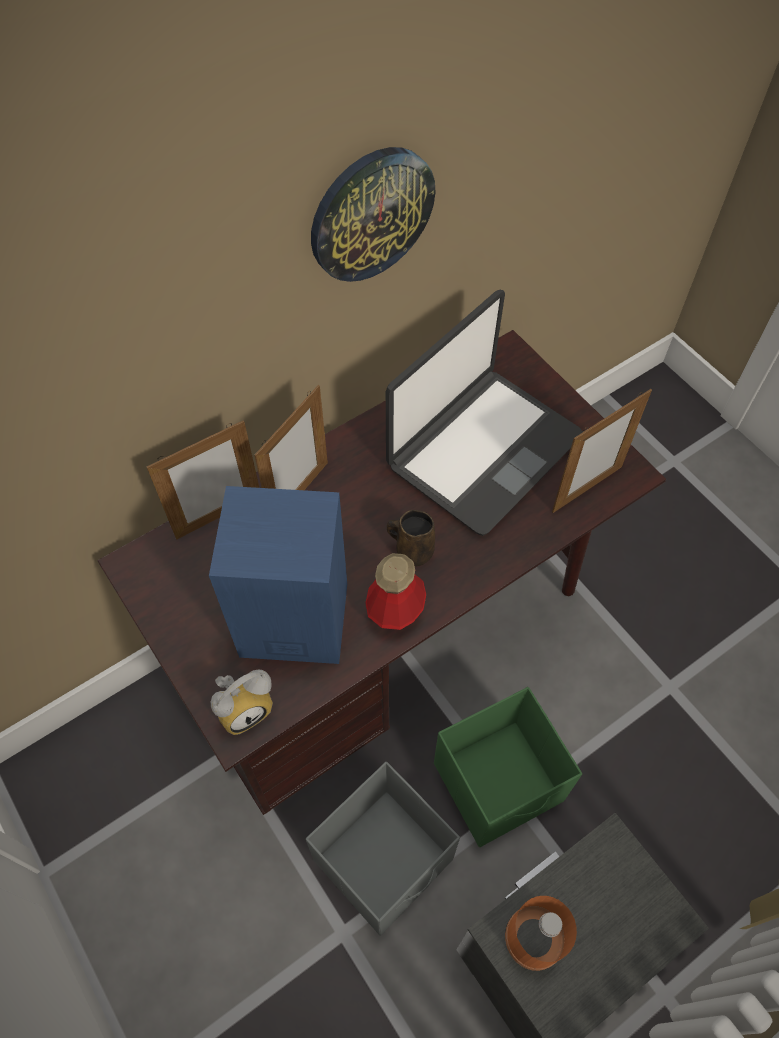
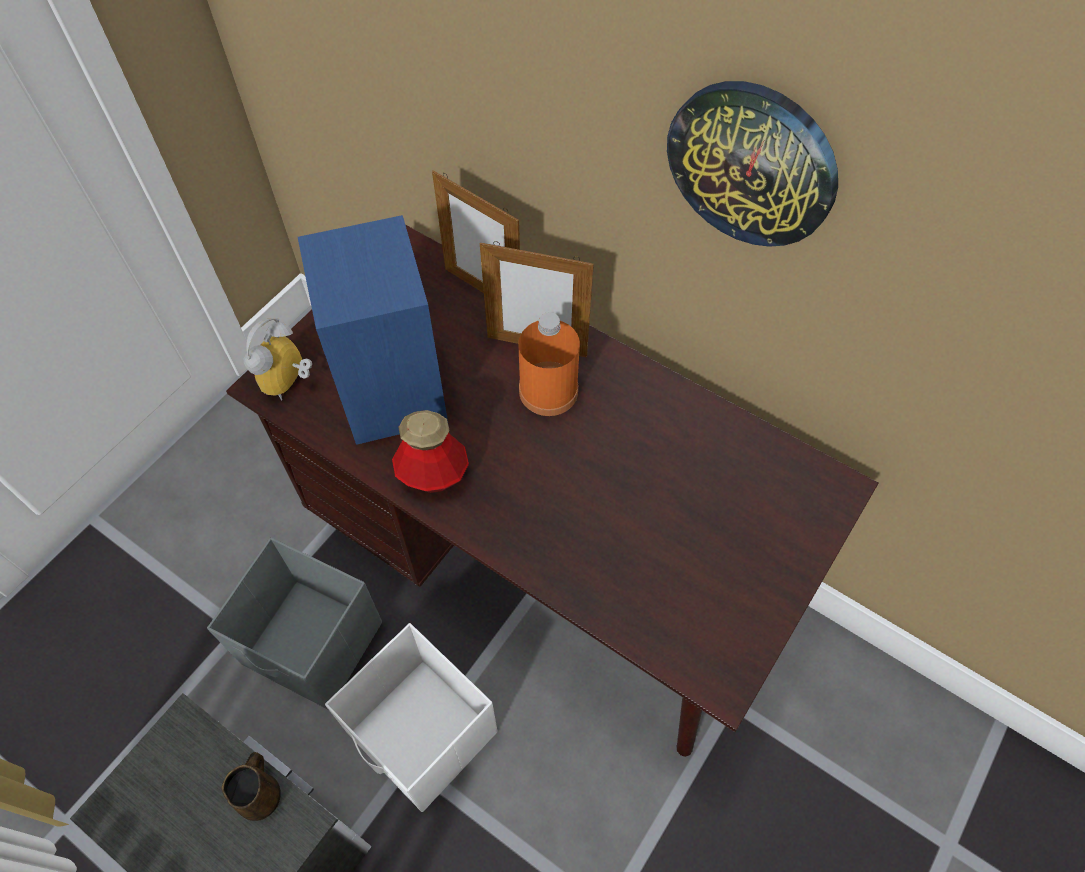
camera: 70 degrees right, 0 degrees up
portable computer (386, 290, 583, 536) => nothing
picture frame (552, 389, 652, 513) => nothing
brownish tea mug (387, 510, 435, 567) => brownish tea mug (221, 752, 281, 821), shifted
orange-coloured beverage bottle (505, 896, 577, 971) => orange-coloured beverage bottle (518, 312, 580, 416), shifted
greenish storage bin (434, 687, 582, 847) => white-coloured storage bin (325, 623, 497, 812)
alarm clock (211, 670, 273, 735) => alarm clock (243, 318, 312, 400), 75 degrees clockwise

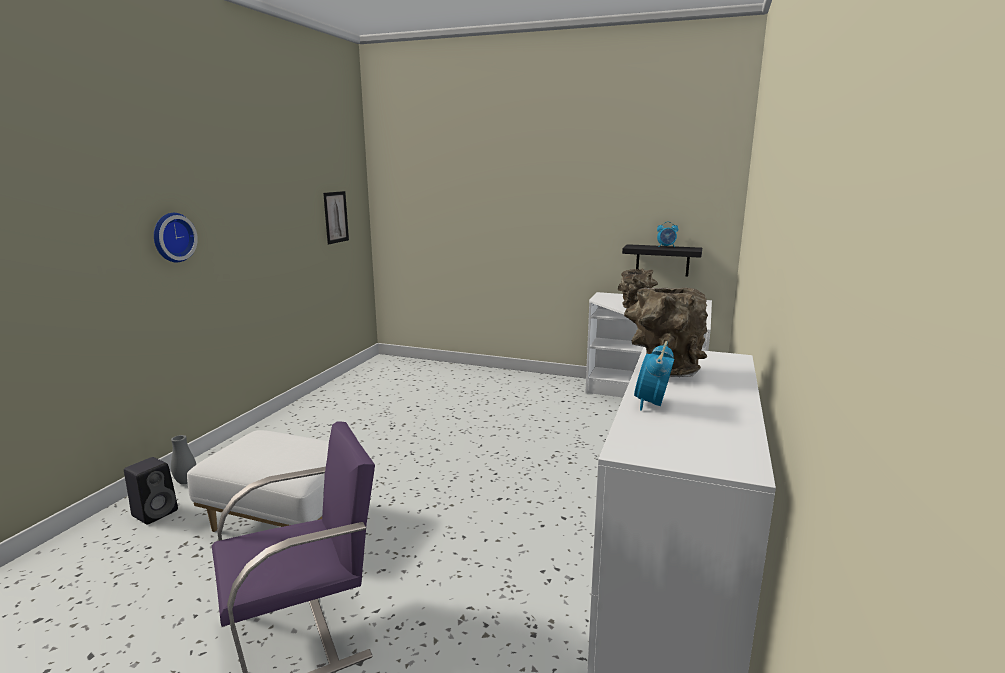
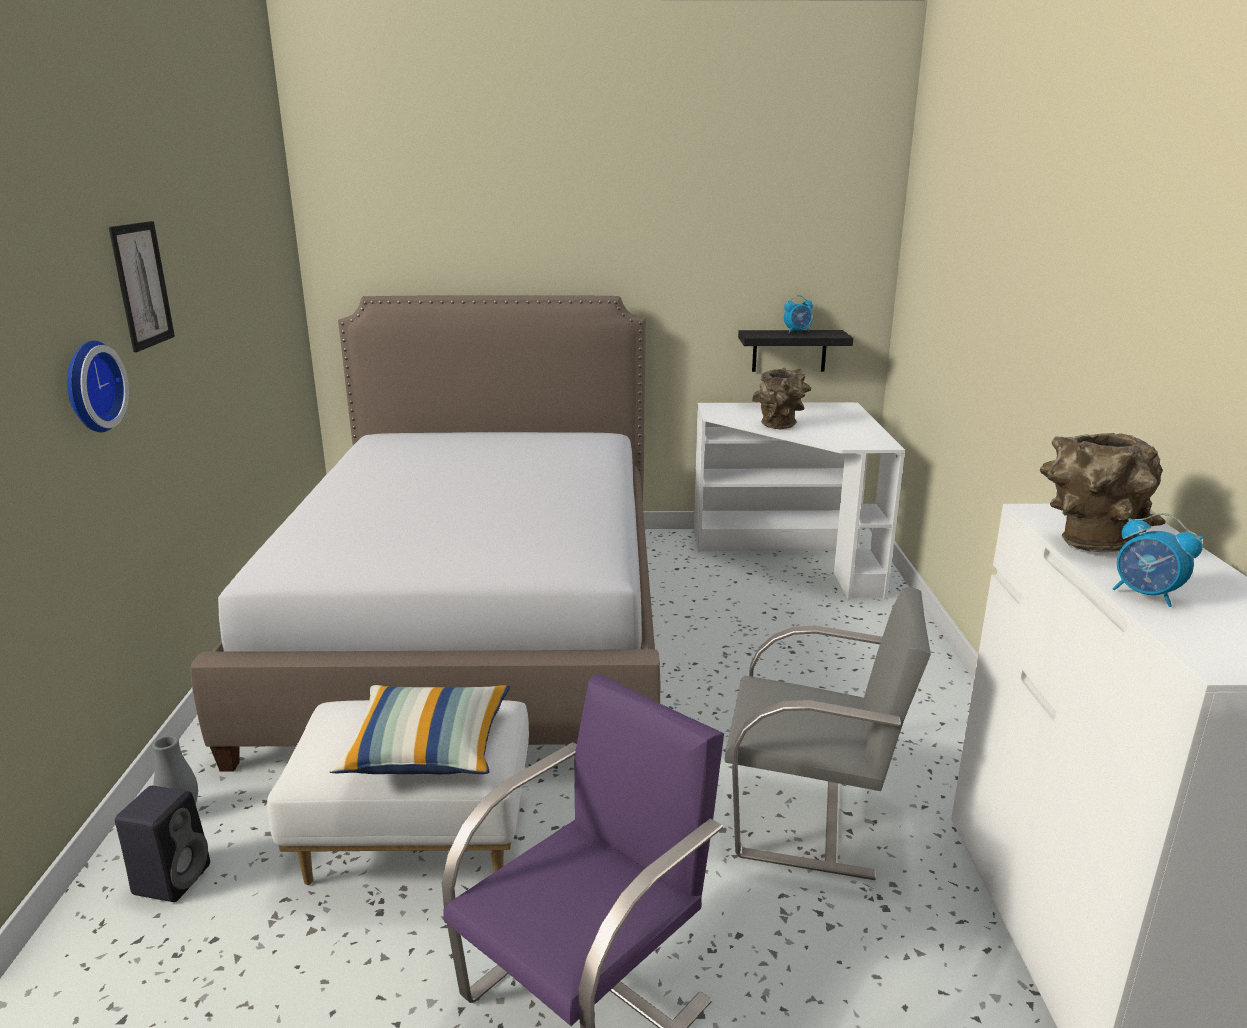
camera: 20 degrees left, 5 degrees up
nothing => bed (190, 295, 660, 772)
nothing => cushion (330, 685, 510, 774)
nothing => greyish upright chair (725, 587, 931, 880)
wall picture (323, 191, 349, 244) => wall picture (109, 221, 175, 352), shifted
alarm clock (634, 341, 674, 411) => alarm clock (1113, 513, 1203, 607), 45 degrees counterclockwise

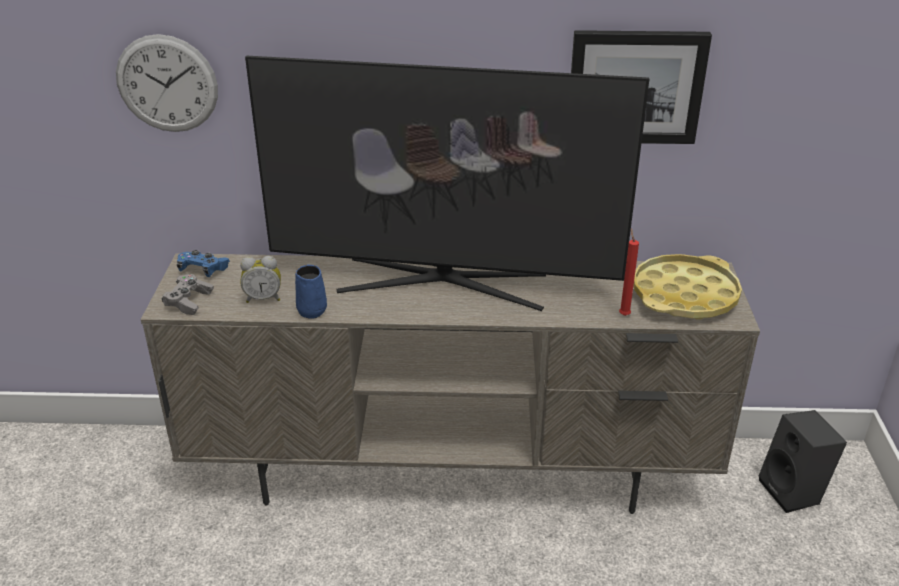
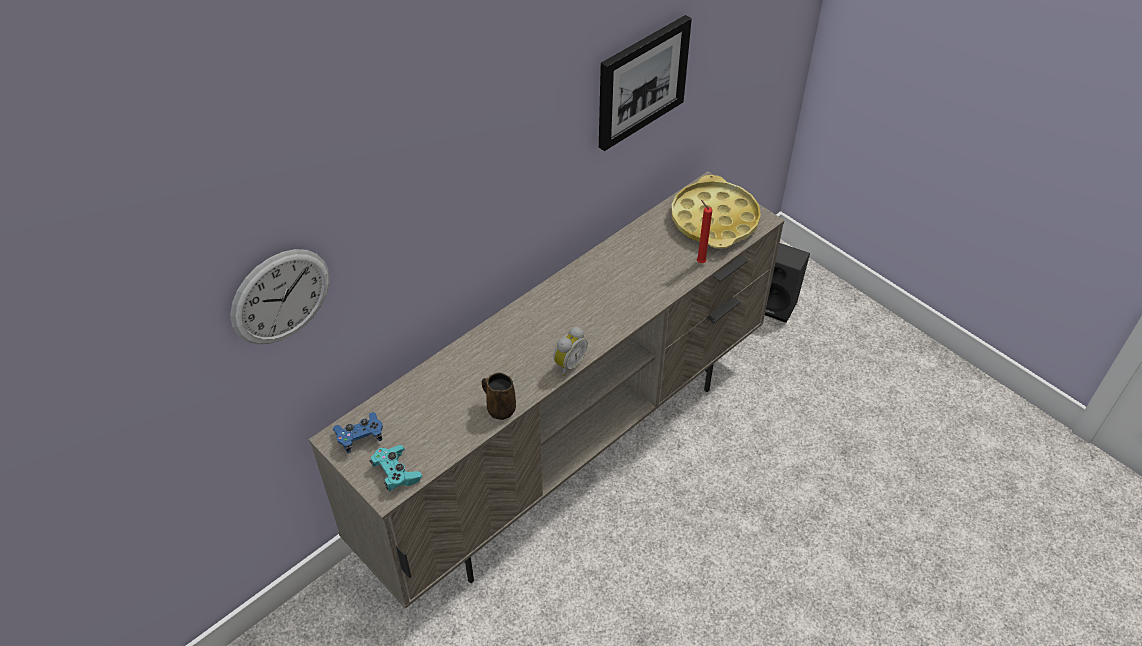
camera: 45 degrees left, 15 degrees up
TV set (245, 56, 649, 311) => nothing
alarm clock (240, 256, 281, 303) => alarm clock (553, 327, 588, 376), shifted
greyish game controller (162, 274, 214, 315) => blue-green game controller (369, 445, 422, 491)
blue tea mug (295, 265, 327, 319) => brownish tea mug (482, 372, 516, 420)

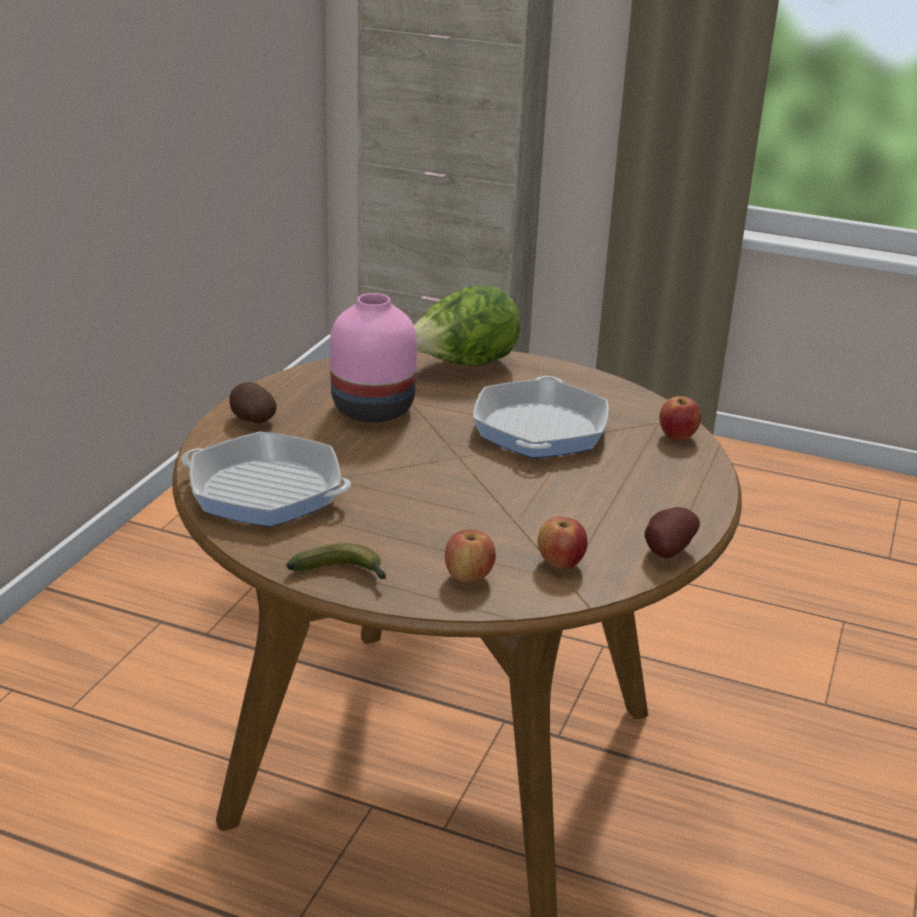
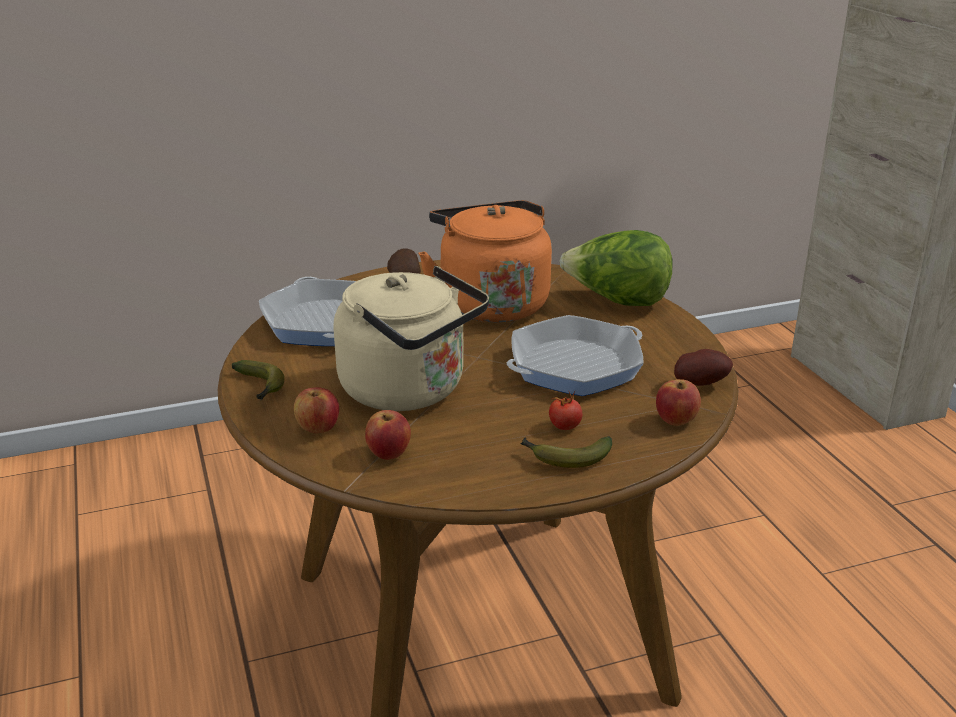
camera: 50 degrees right, 0 degrees up
nothing => beige-coloured kettle (334, 266, 489, 411)
nothing => banana (520, 436, 612, 468)
nothing => fresh tomato (549, 390, 582, 430)
potato (644, 507, 700, 558) => potato (674, 349, 733, 386), shifted
pink decorative vase (330, 293, 417, 422) => orange-coloured kettle (418, 200, 552, 322)

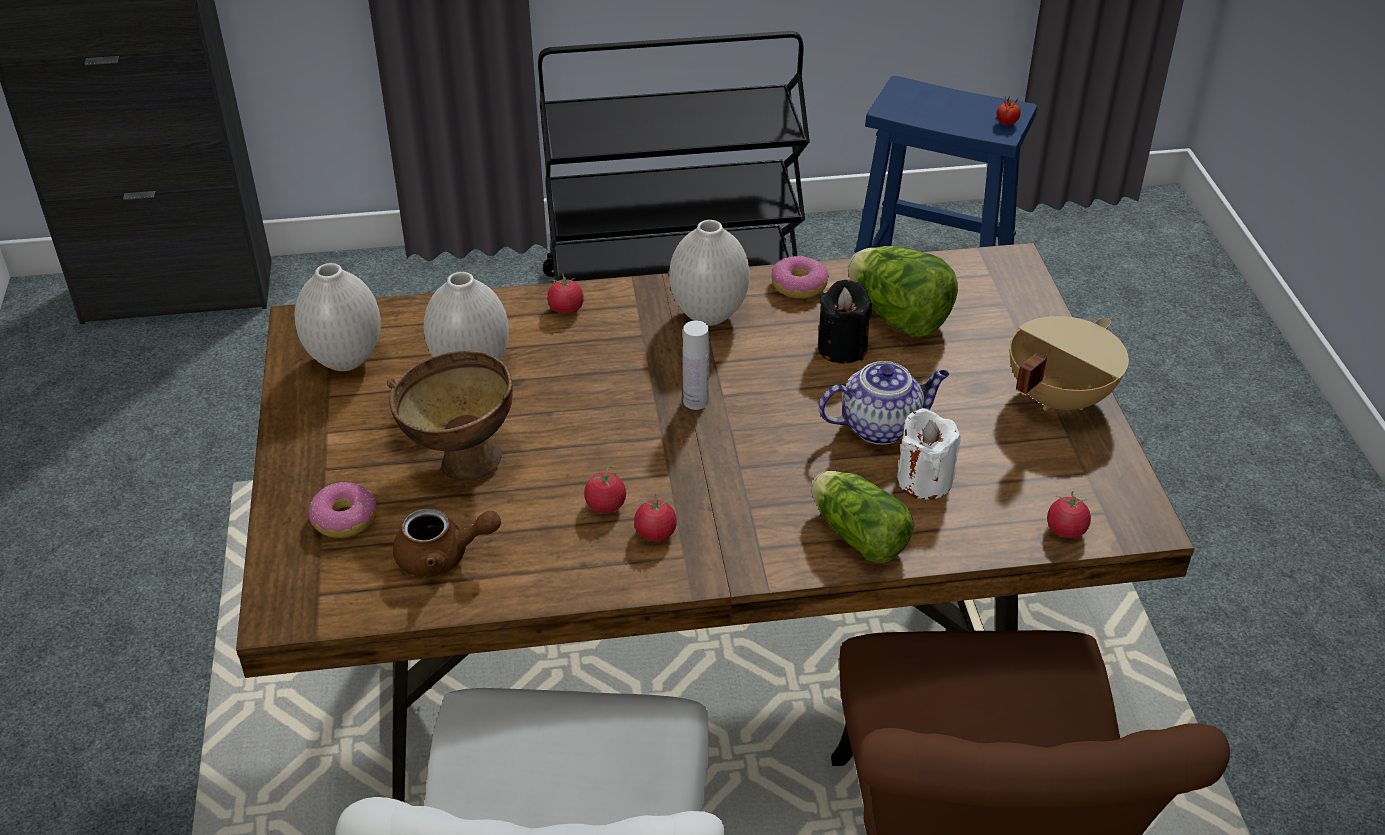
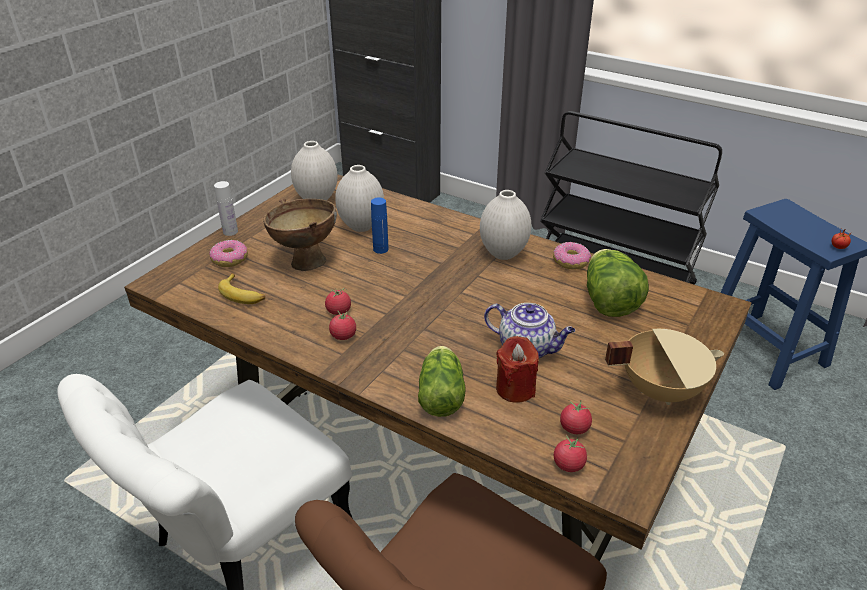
camera: 40 degrees right, 5 degrees down
blackish candle (818, 280, 872, 364) => nothing
nothing => blue beverage bottle (371, 198, 388, 254)
fresh tomato (547, 274, 584, 314) => fresh tomato (560, 401, 592, 434), shifted
white-coloured beverage bottle (683, 320, 709, 410) => white-coloured beverage bottle (214, 181, 238, 236), shifted
brownish pot for tea (393, 508, 501, 577) => banana (218, 273, 265, 304)
white-coloured candle (897, 408, 961, 500) => red candle (496, 336, 539, 403)

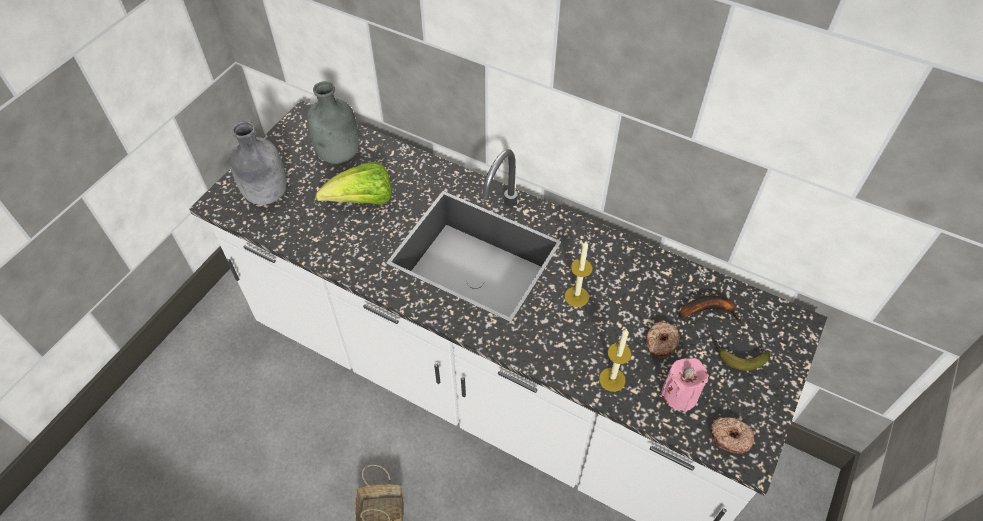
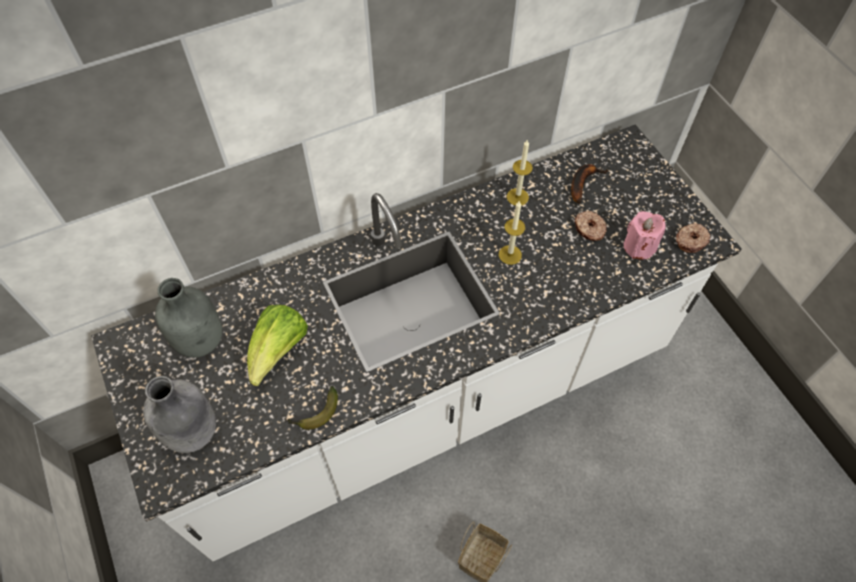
camera: 55 degrees left, 5 degrees up
candle (599, 328, 632, 392) => candle (507, 140, 533, 206), shifted
banana (713, 340, 771, 371) => banana (288, 386, 338, 430), shifted

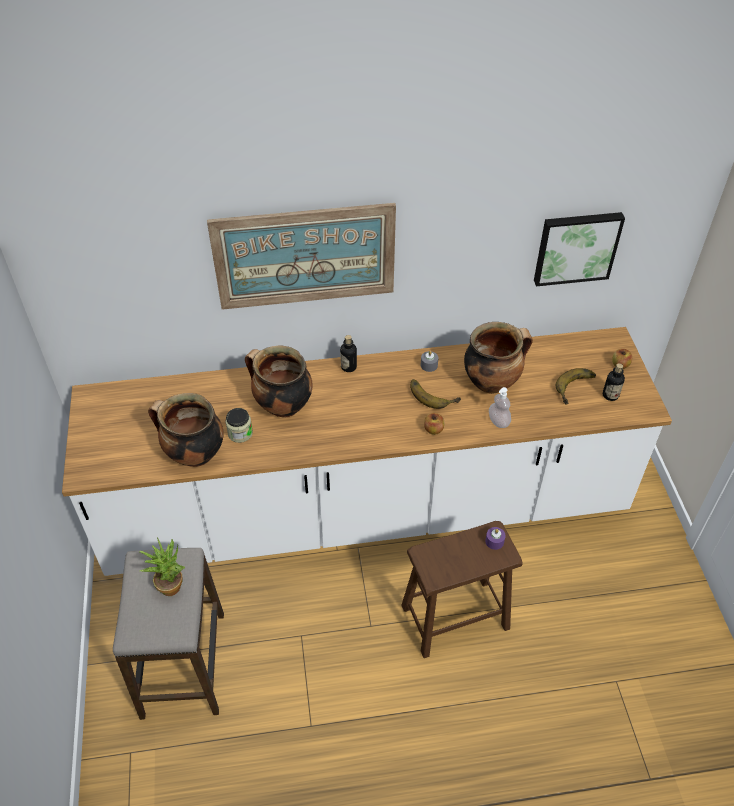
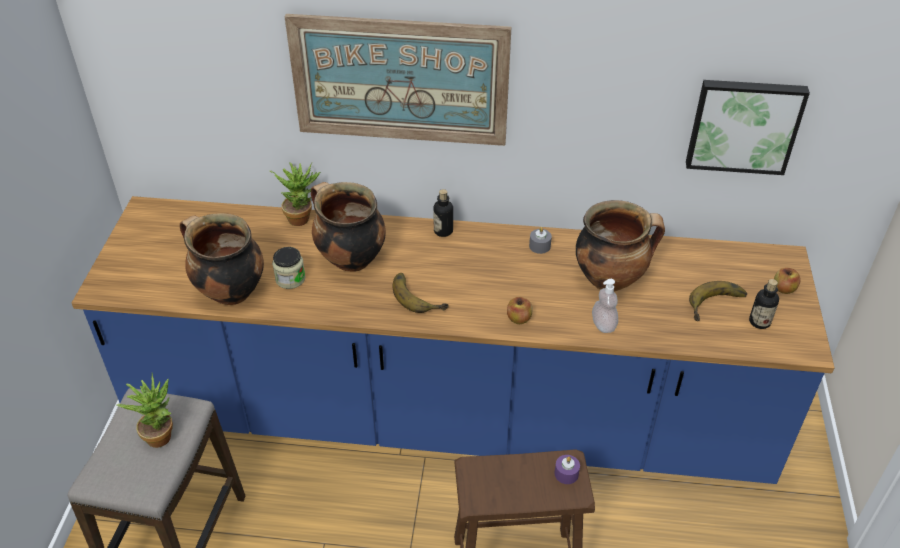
camera: 15 degrees right, 5 degrees down
nothing => houseplant (269, 162, 320, 226)
banana (410, 379, 461, 409) => banana (393, 273, 449, 313), shifted
white-coloured kitchen base unit (62, 327, 672, 576) => blue kitchen base unit (72, 196, 834, 484)

